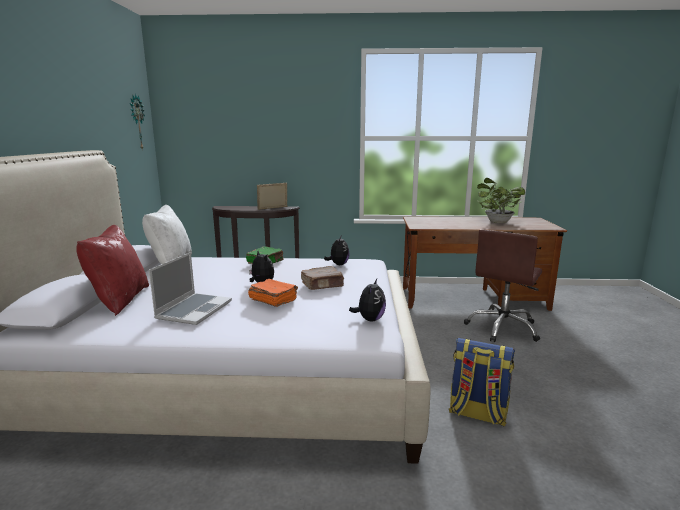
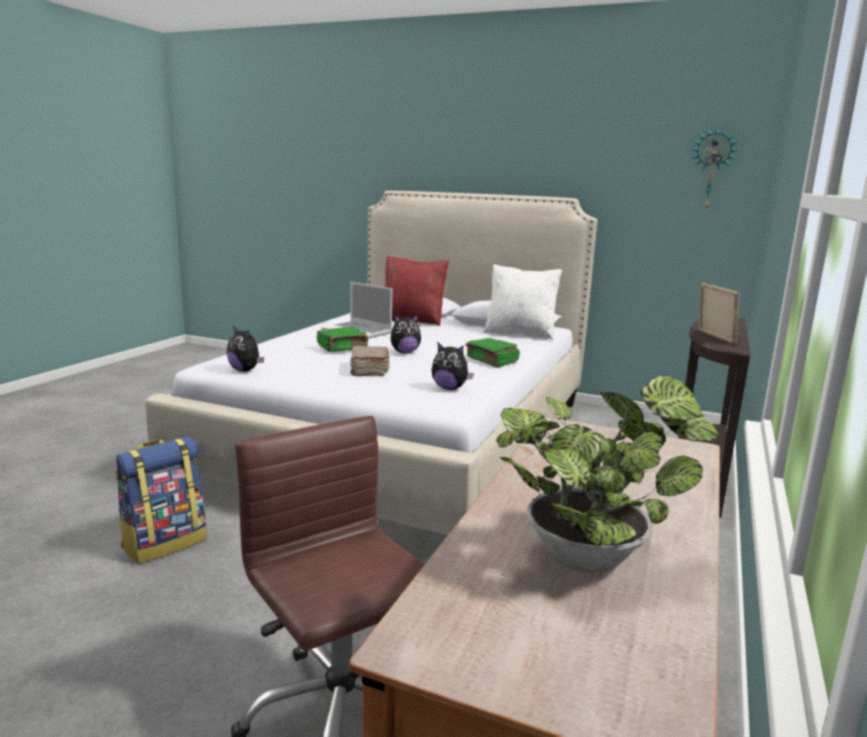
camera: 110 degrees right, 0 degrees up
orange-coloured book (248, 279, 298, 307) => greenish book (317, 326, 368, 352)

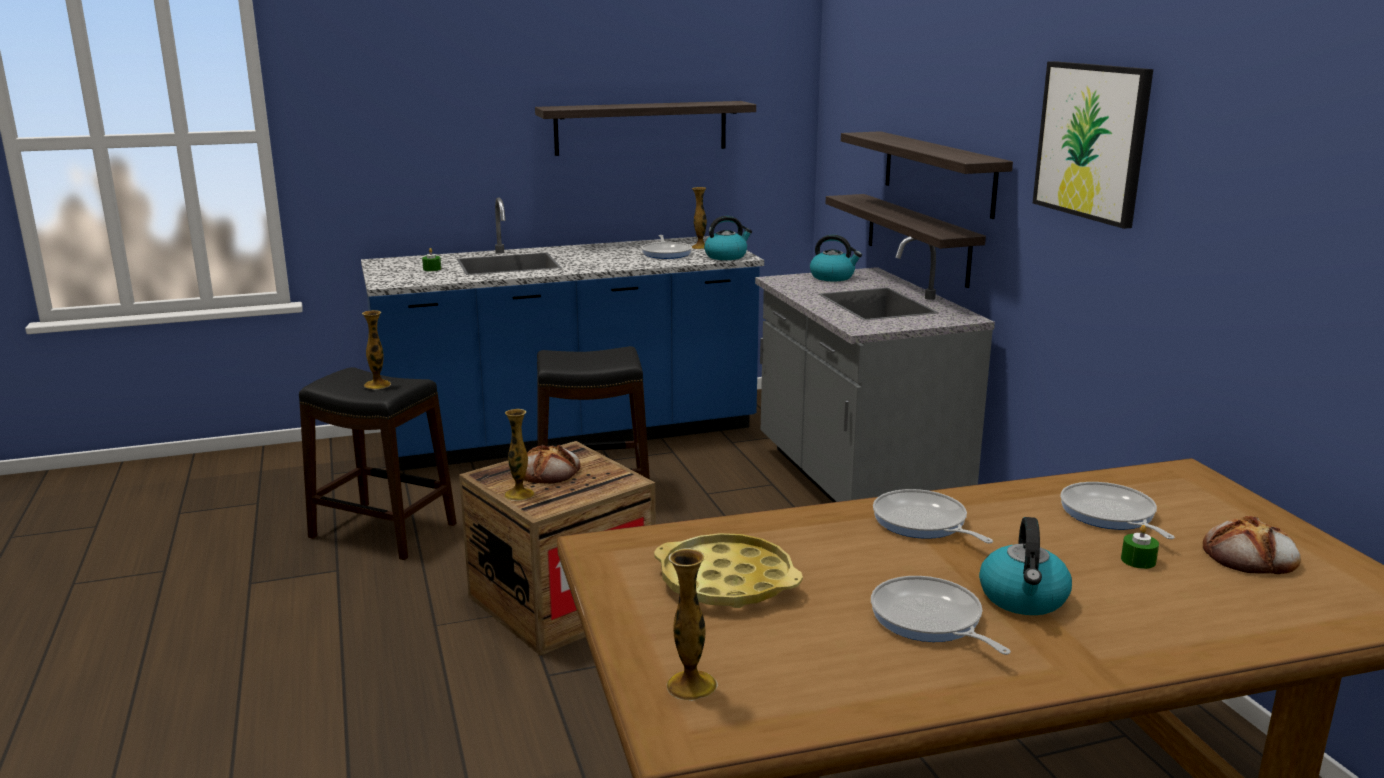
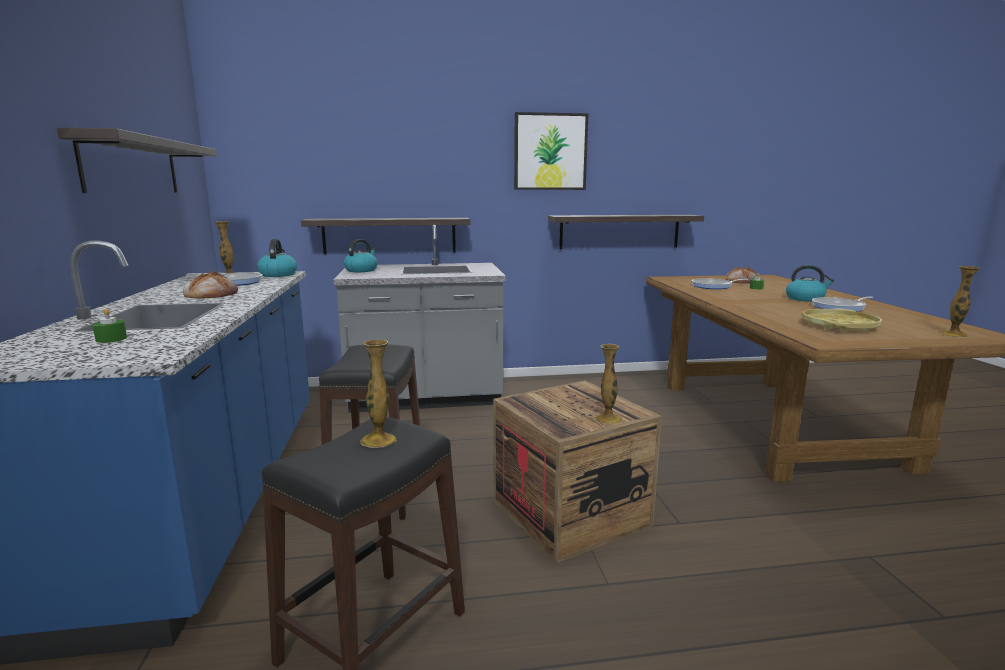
camera: 80 degrees left, 5 degrees down
skillet (873, 489, 993, 544) => nothing
bread (524, 445, 581, 484) => bread (183, 271, 238, 299), shifted
bracket shelf (841, 131, 1013, 219) => bracket shelf (548, 215, 704, 249), shifted

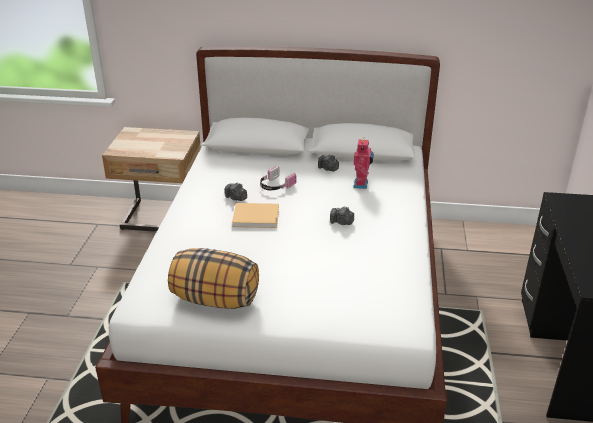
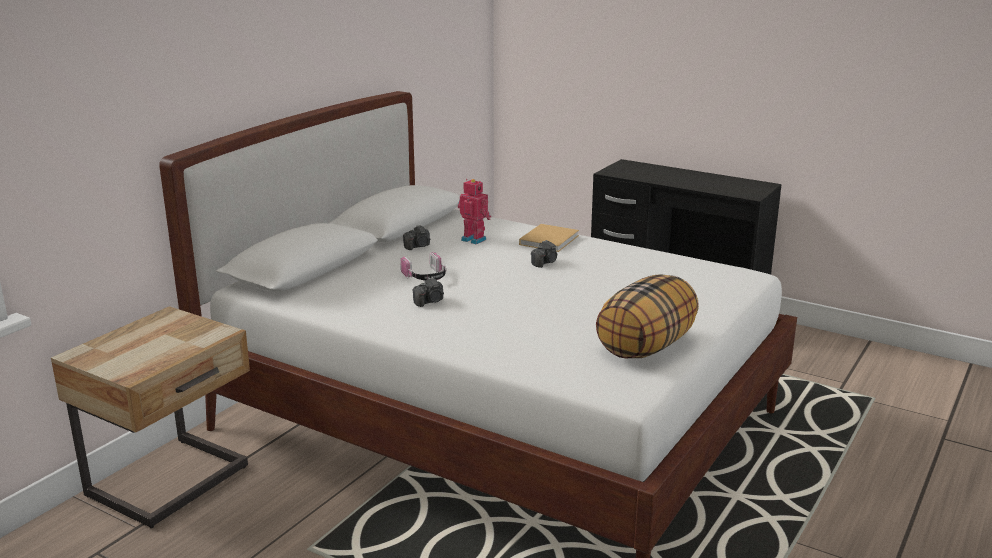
camera: 65 degrees left, 10 degrees down
beige-coloured book (232, 203, 279, 228) => beige-coloured book (519, 224, 579, 252), shifted

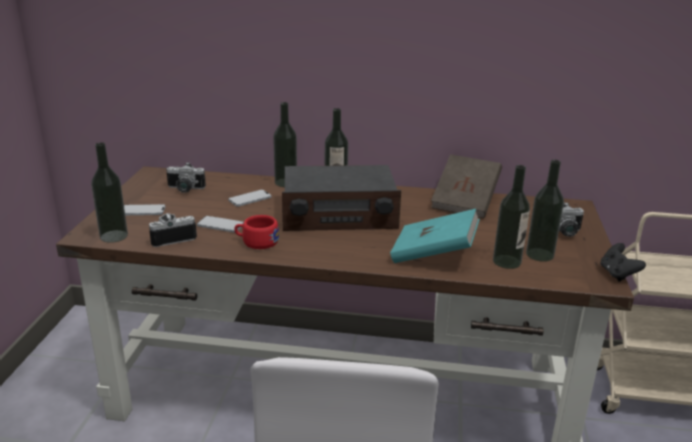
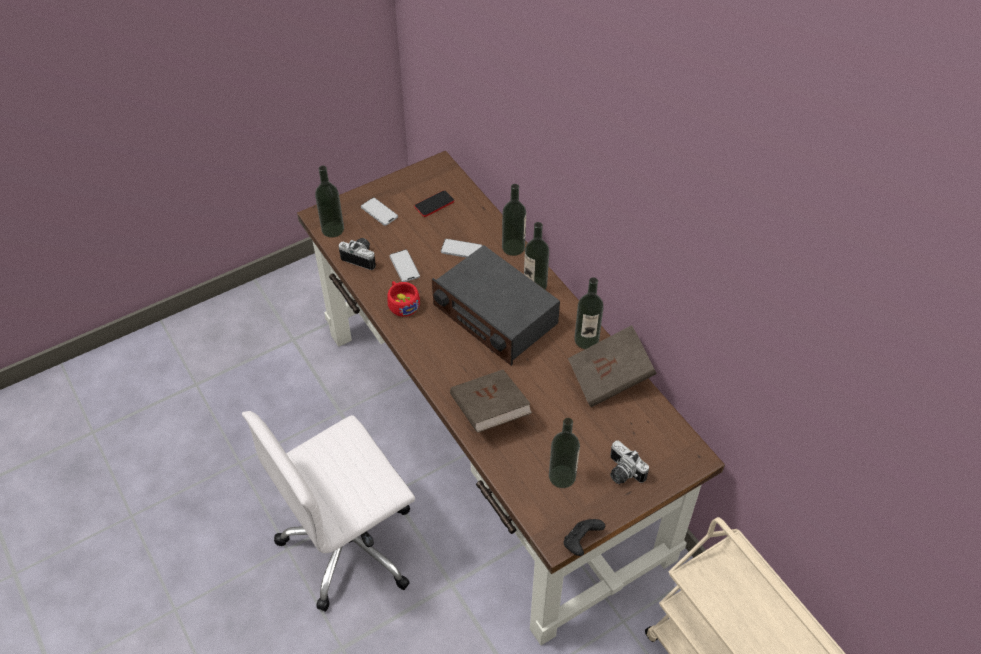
camera: 50 degrees right, 25 degrees up
beverage bottle (493, 165, 530, 269) => beverage bottle (574, 277, 604, 349), shifted
still camera (166, 162, 206, 193) => phone (414, 190, 454, 217)
blue-green book (390, 209, 480, 263) => brownish book (450, 370, 532, 433)

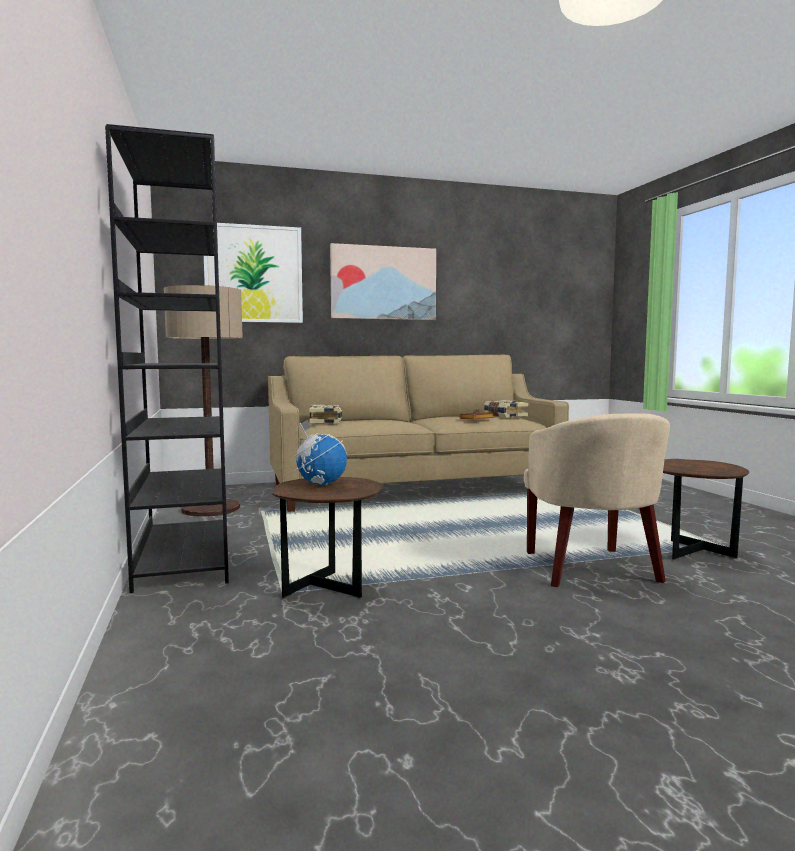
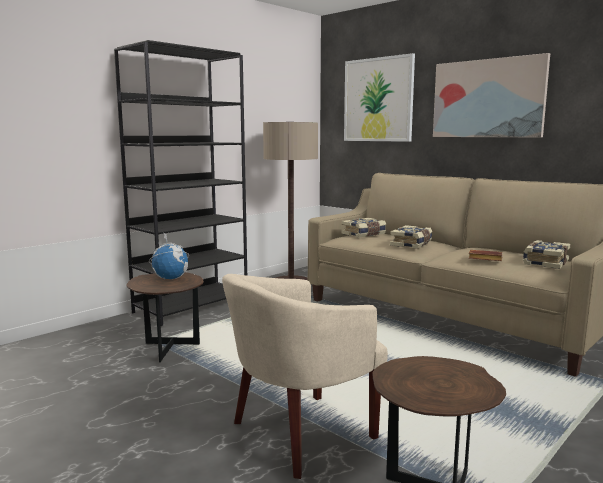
camera: 60 degrees right, 5 degrees up
nothing => book (390, 225, 432, 249)

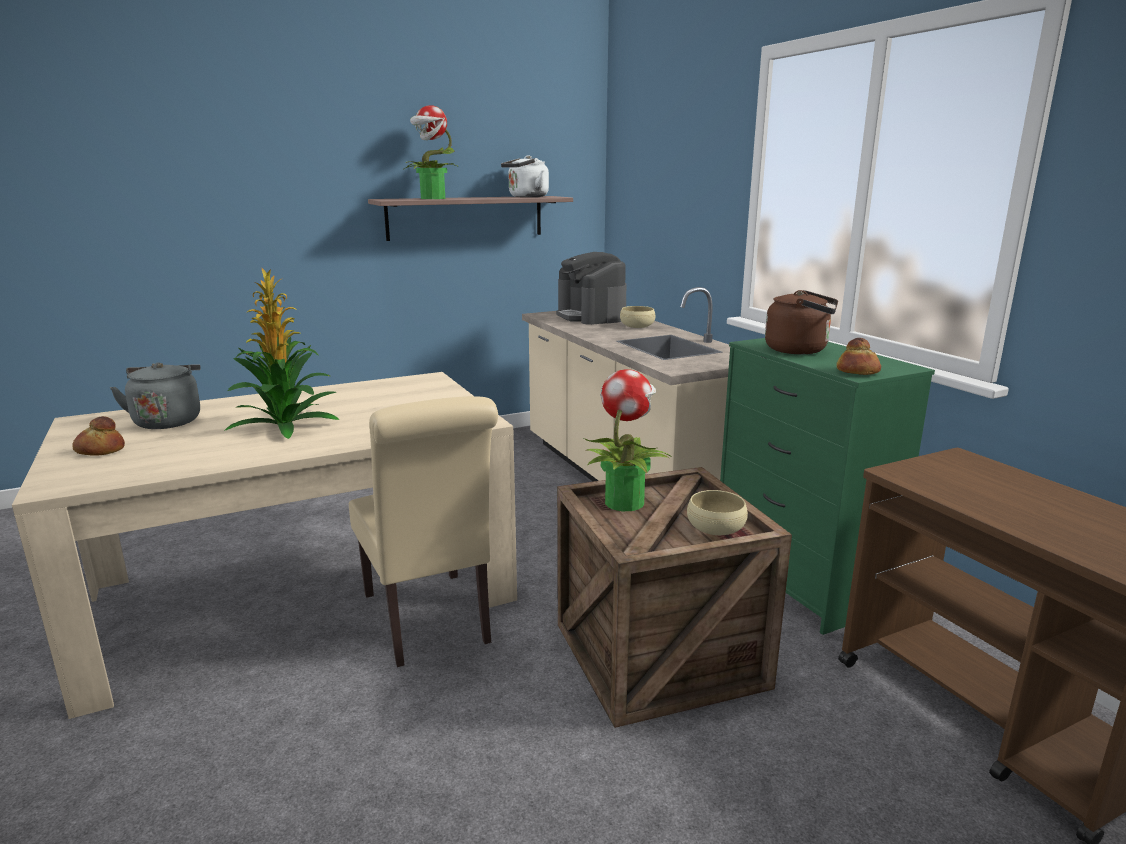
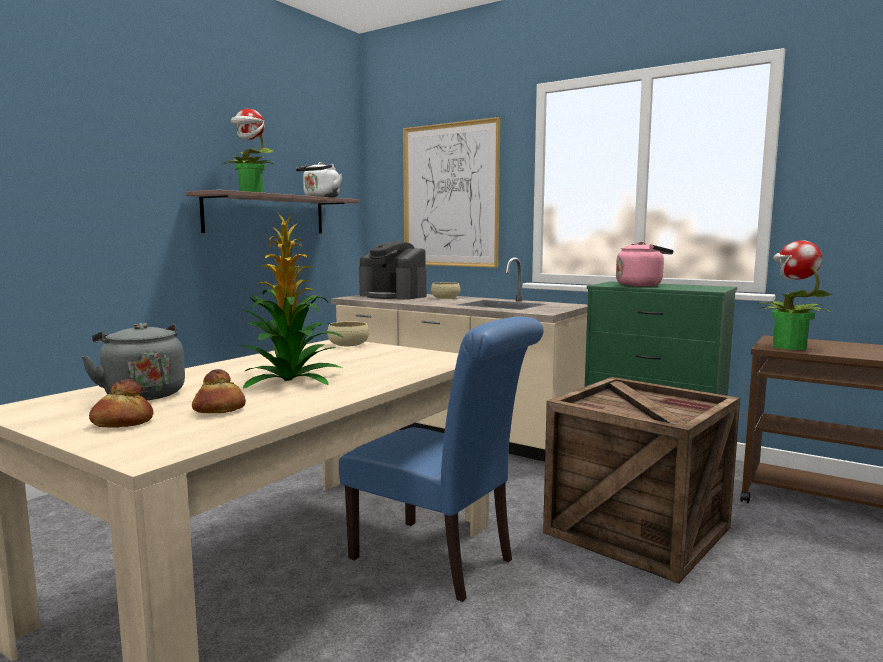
camera: 30 degrees left, 10 degrees down
nothing => wall picture (403, 117, 500, 268)
houseplant (584, 369, 671, 511) => houseplant (758, 240, 832, 350), shifted
beige-coloured bowl (687, 490, 748, 535) => beige-coloured bowl (327, 321, 369, 346), shifted
bread (837, 338, 881, 375) => bread (192, 369, 246, 413), shifted
beige-coloured upright chair (349, 396, 498, 667) => blue upright chair (339, 317, 544, 602)
brownish kettle (765, 290, 838, 354) => pink kettle (616, 241, 674, 287)

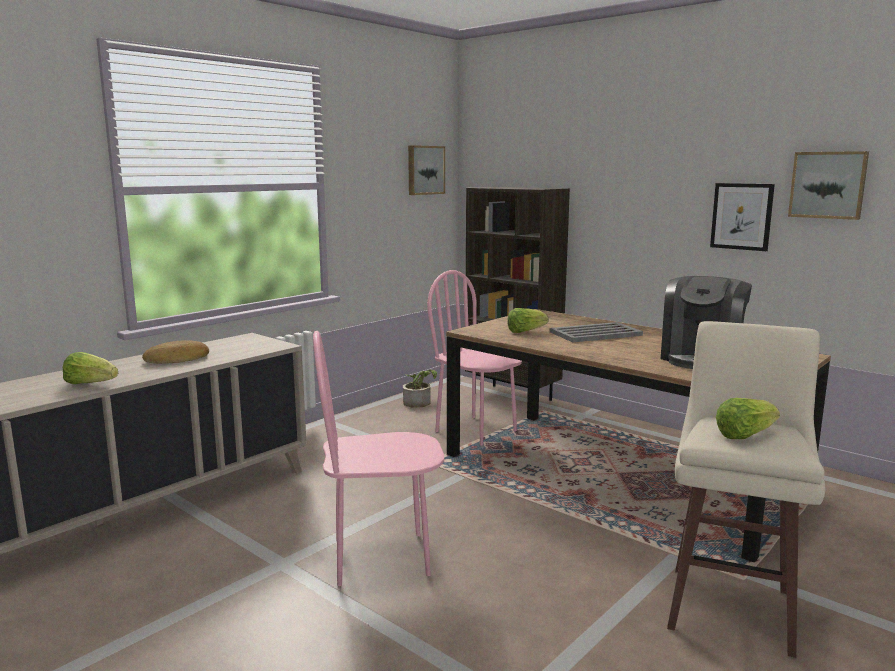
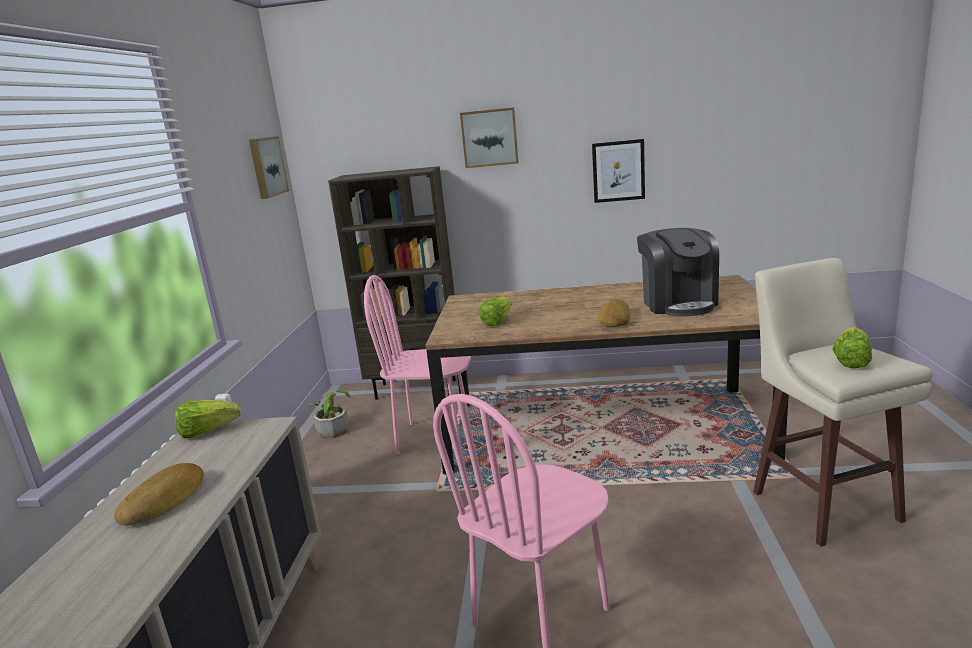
camera: 35 degrees left, 5 degrees up
greyish carrying tray (550, 322, 643, 342) => nothing
nothing => bread (598, 299, 630, 327)
lettuce head (63, 352, 118, 384) => lettuce head (175, 400, 241, 439), shifted
wall picture (788, 151, 869, 220) => wall picture (460, 107, 519, 168), shifted

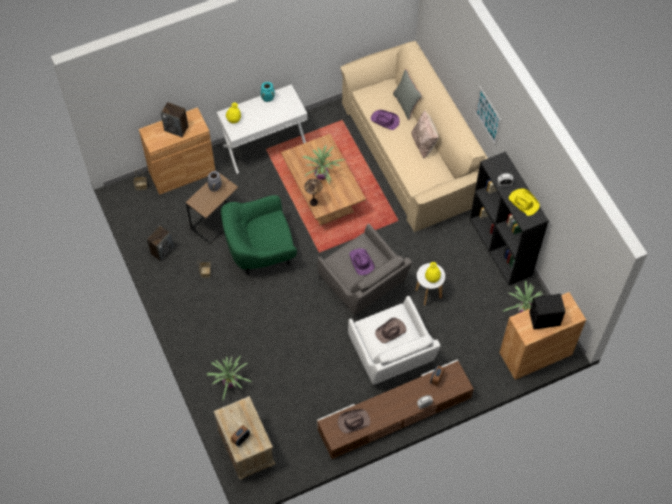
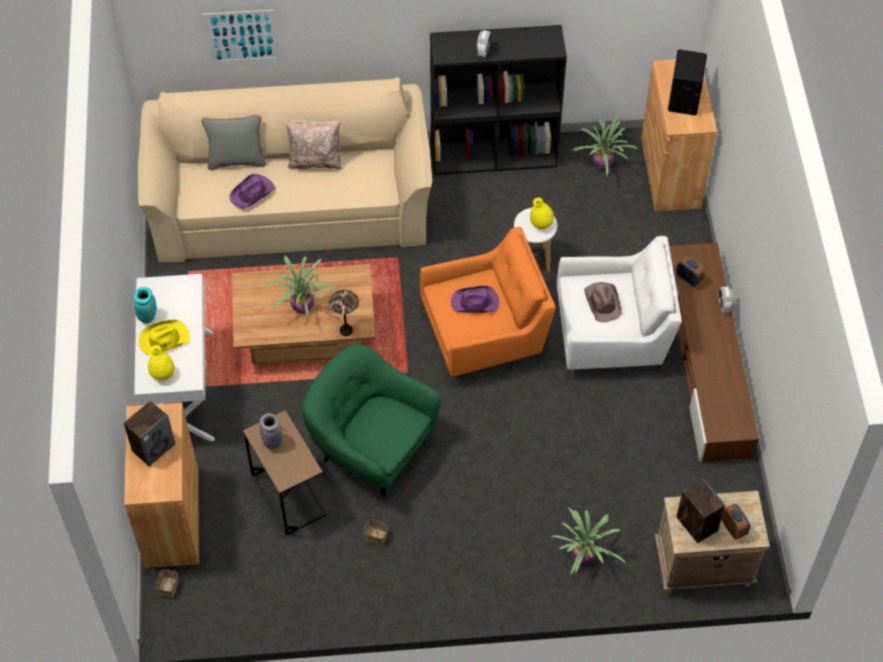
camera: 70 degrees left, 5 degrees down
brownish wearable hat (338, 409, 370, 433) => nothing
loudspeaker (147, 226, 174, 262) => loudspeaker (676, 478, 725, 543), shifted
wall picture (475, 85, 501, 146) => wall picture (203, 10, 280, 63), shifted
yellow wearable hat (509, 188, 540, 216) => yellow wearable hat (139, 320, 190, 355), shifted
greyish lounge chair (318, 224, 412, 320) => orange-coloured lounge chair (420, 227, 556, 386)
greenish lounge chair (221, 195, 297, 276) => greenish lounge chair (302, 344, 440, 496), 120 degrees clockwise

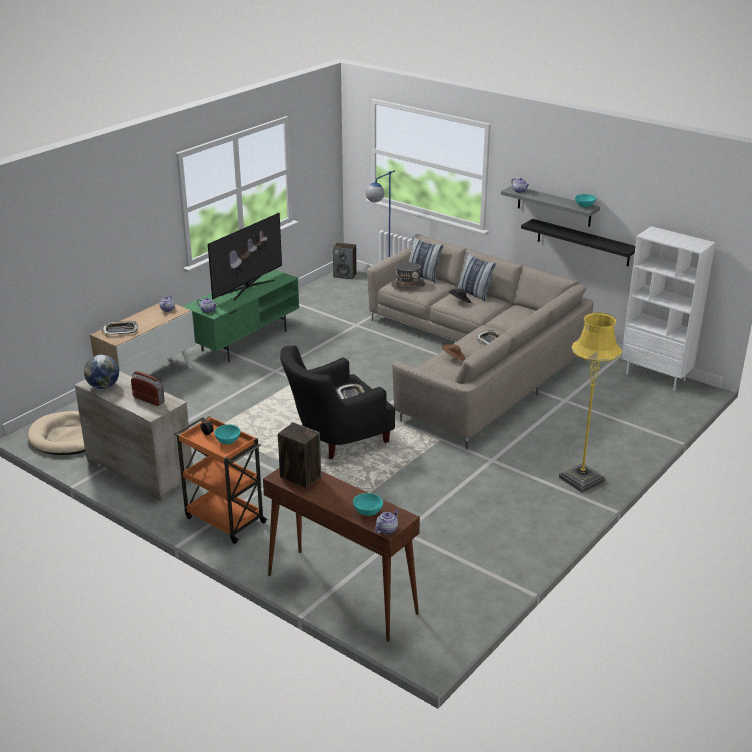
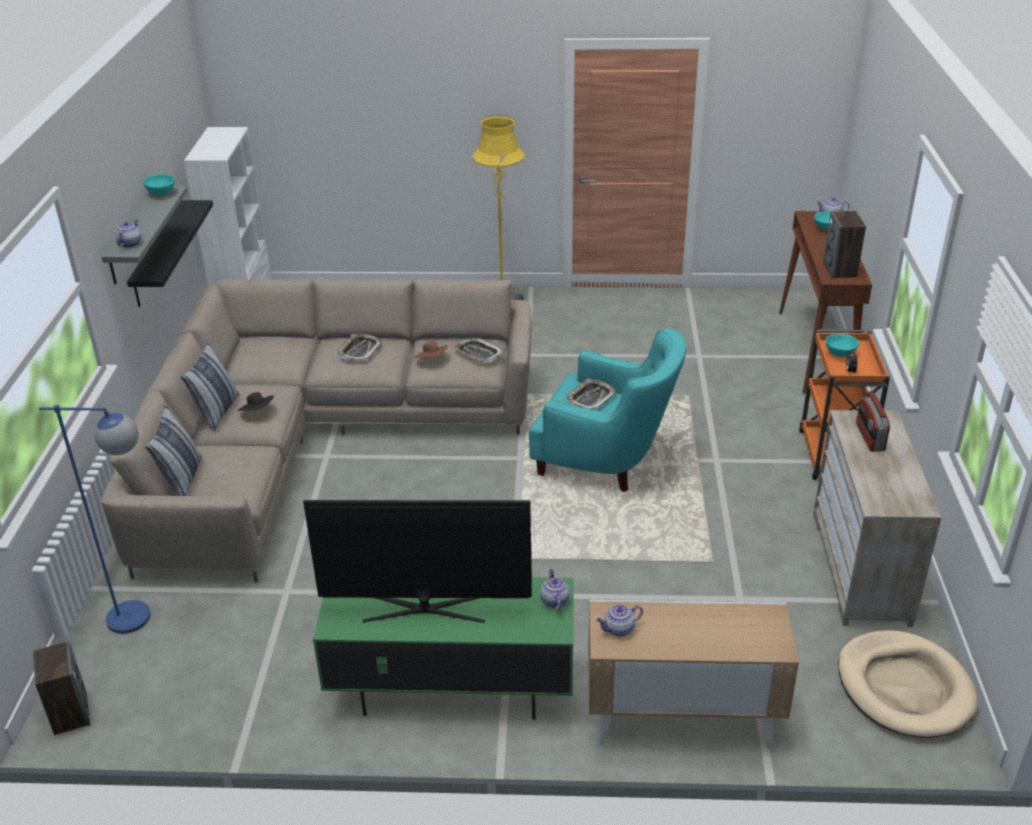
camera: 125 degrees left, 5 degrees up
globe (84, 355, 119, 389) => nothing
greyish wearable hat (391, 262, 425, 287) => nothing
carrying tray (102, 320, 138, 335) => carrying tray (453, 338, 503, 362), shifted
blackish lounge chair (280, 346, 395, 459) => blue-green lounge chair (529, 328, 686, 492)

